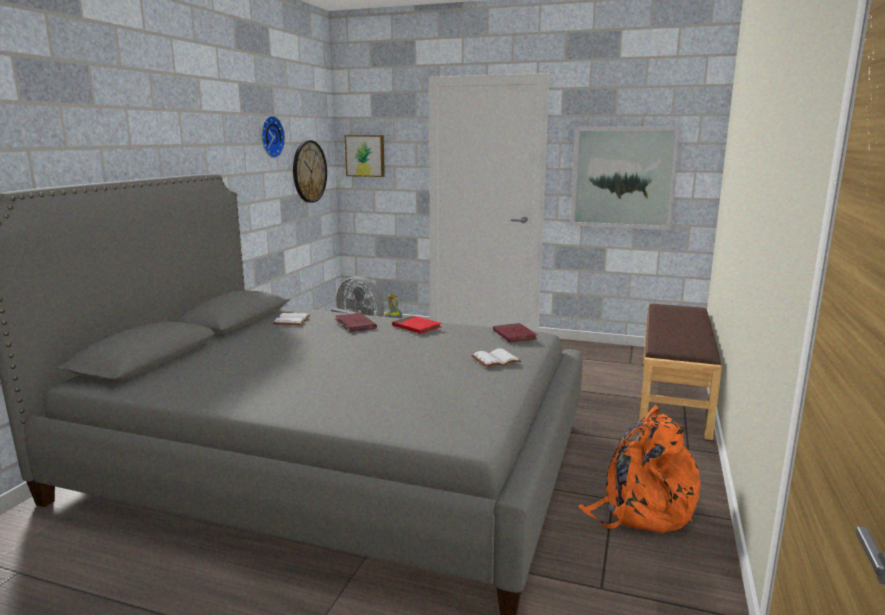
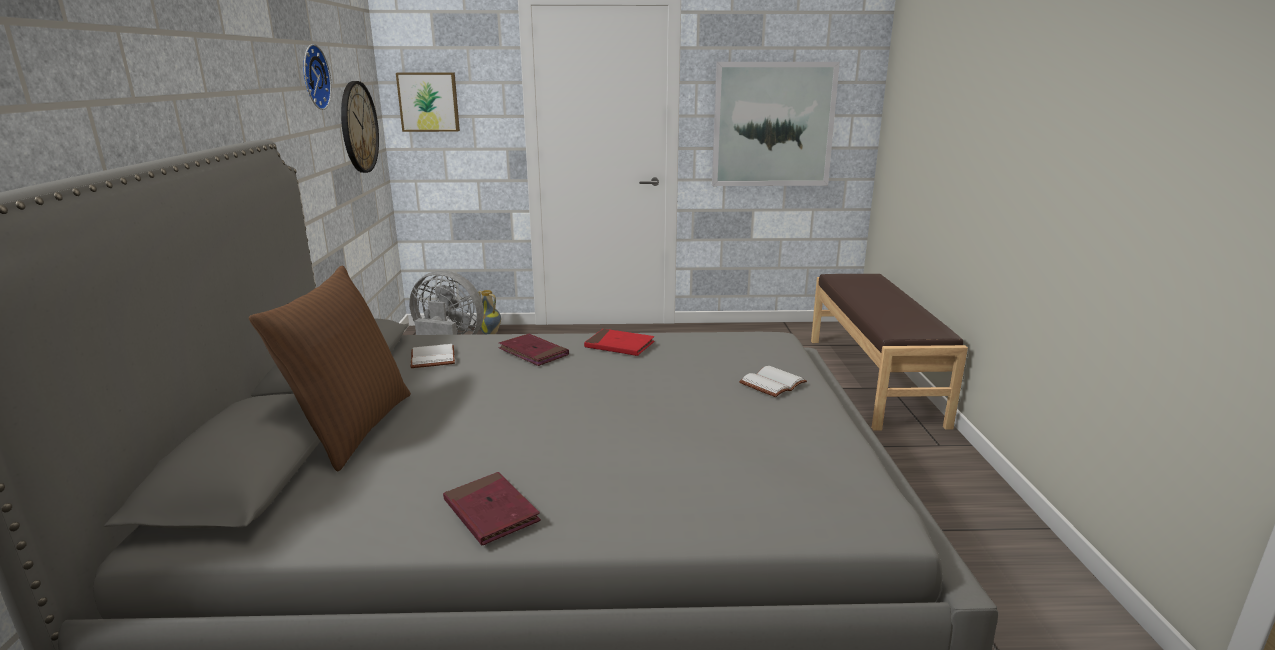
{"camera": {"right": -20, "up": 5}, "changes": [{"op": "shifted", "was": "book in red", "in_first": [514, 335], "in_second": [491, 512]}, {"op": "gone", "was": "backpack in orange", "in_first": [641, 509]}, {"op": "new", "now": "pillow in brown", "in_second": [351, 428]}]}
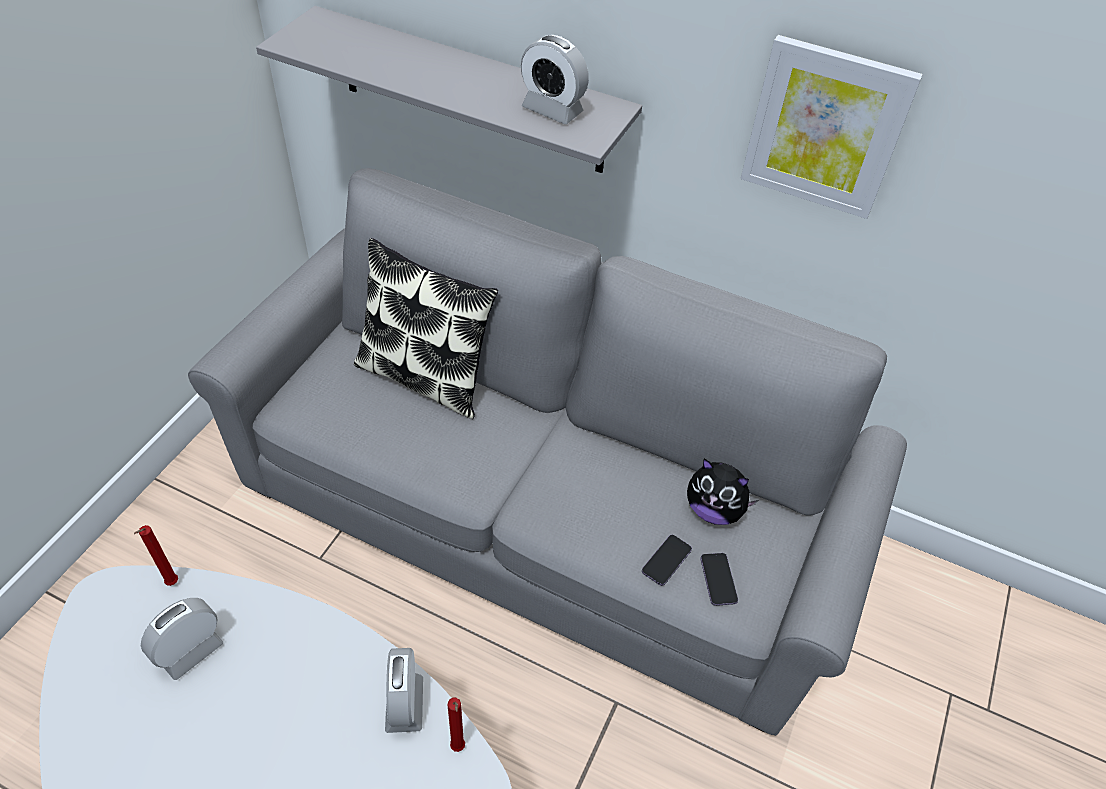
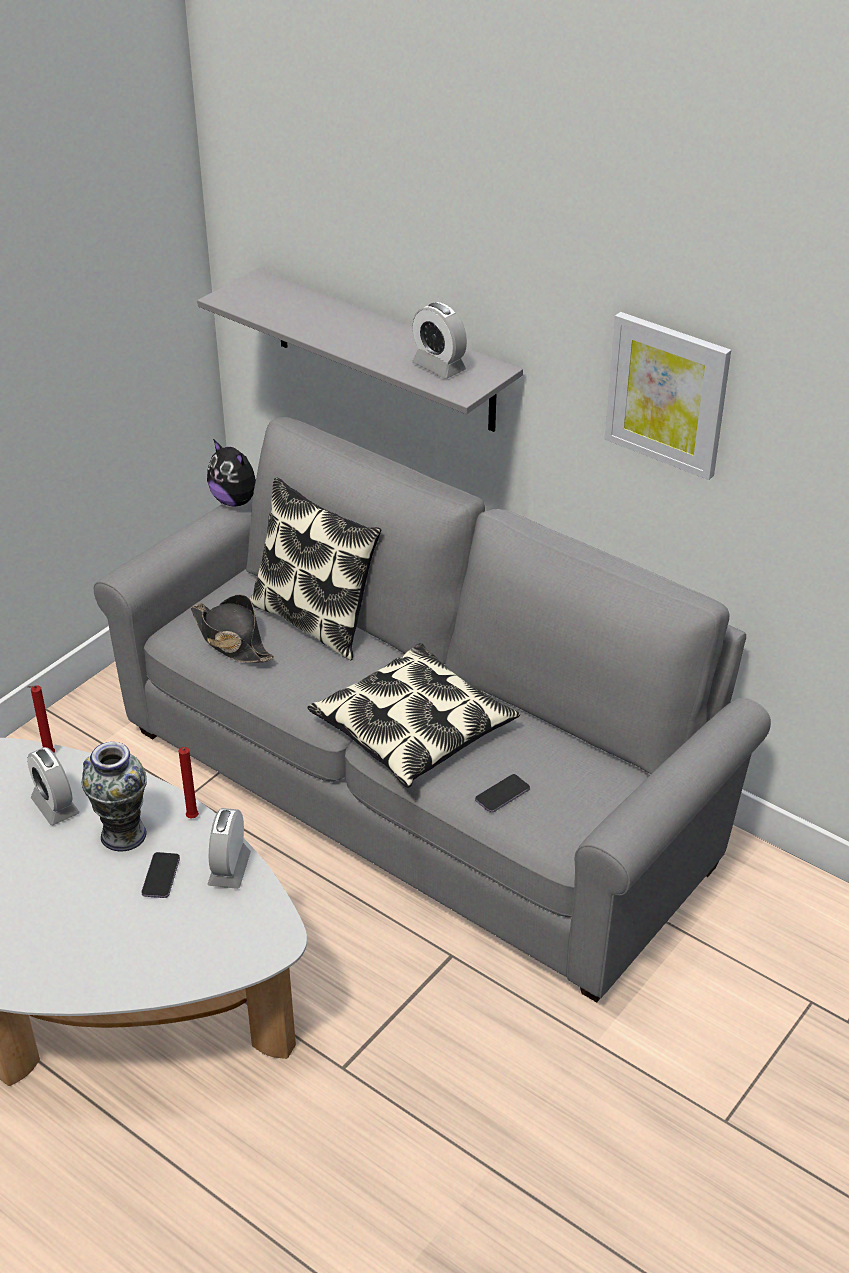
{"camera": {"right": 15, "up": -10}, "changes": [{"op": "shifted", "was": "plush toy", "in_first": [714, 510], "in_second": [236, 501]}, {"op": "shifted", "was": "phone", "in_first": [718, 580], "in_second": [161, 876]}, {"op": "rotated", "was": "alarm clock", "in_first": [190, 651], "in_second": [55, 806], "clockwise": -90}, {"op": "shifted", "was": "candle in red", "in_first": [458, 749], "in_second": [192, 819]}, {"op": "new", "now": "hat in black", "in_second": [231, 640]}, {"op": "new", "now": "pillow", "in_second": [413, 729]}, {"op": "new", "now": "vase", "in_second": [123, 835]}]}
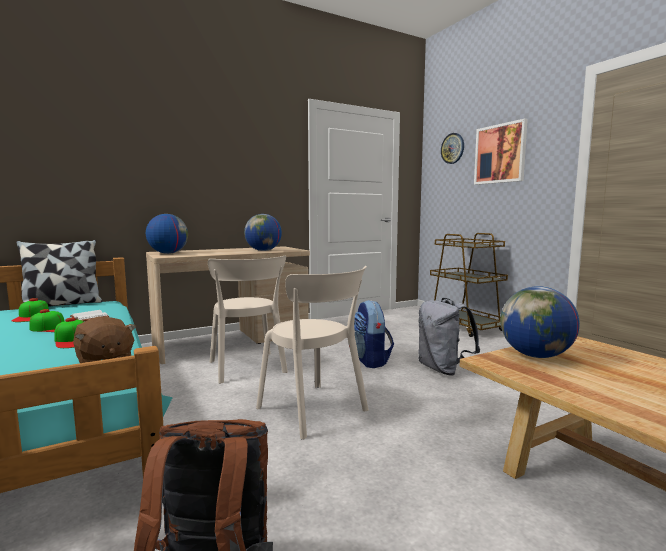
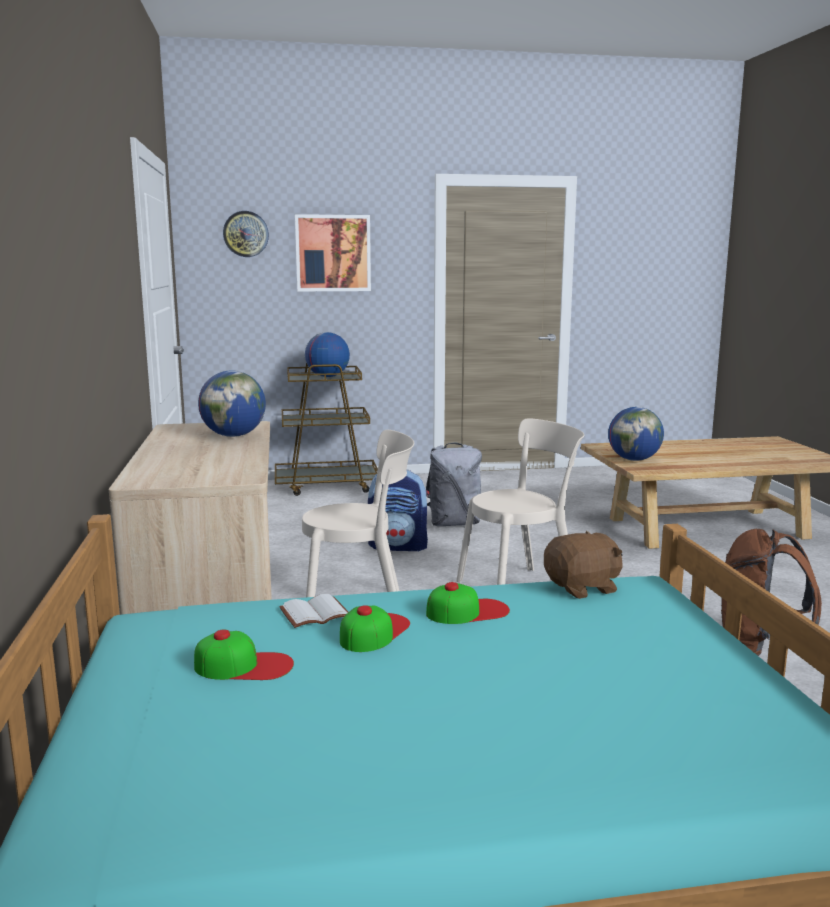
{"camera": {"right": -70, "up": 5}, "changes": [{"op": "shifted", "was": "globe", "in_first": [168, 253], "in_second": [327, 377]}, {"op": "gone", "was": "pillow", "in_first": [62, 304]}]}
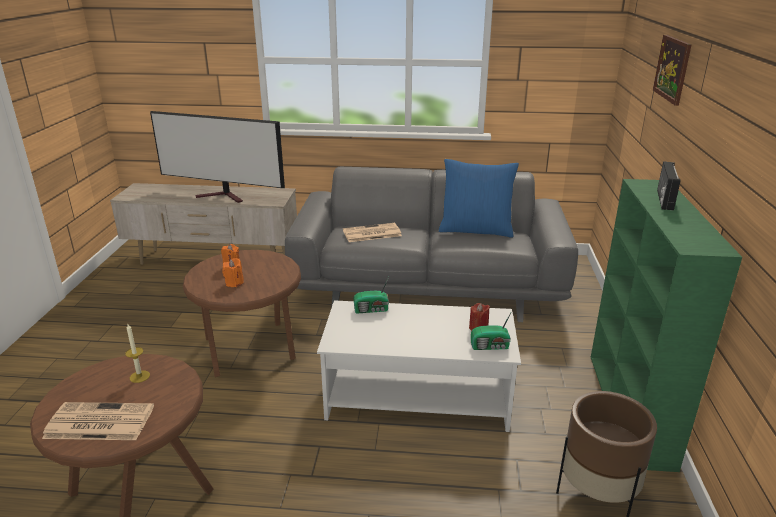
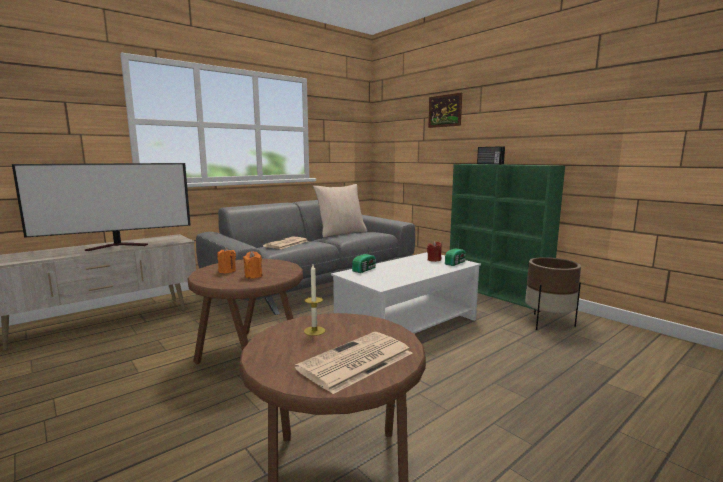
{"camera": {"right": -45, "up": -15}, "changes": [{"op": "repainted", "was": "pillow in blue", "now": "pillow in beige", "in_first": [476, 230], "in_second": [341, 233]}]}
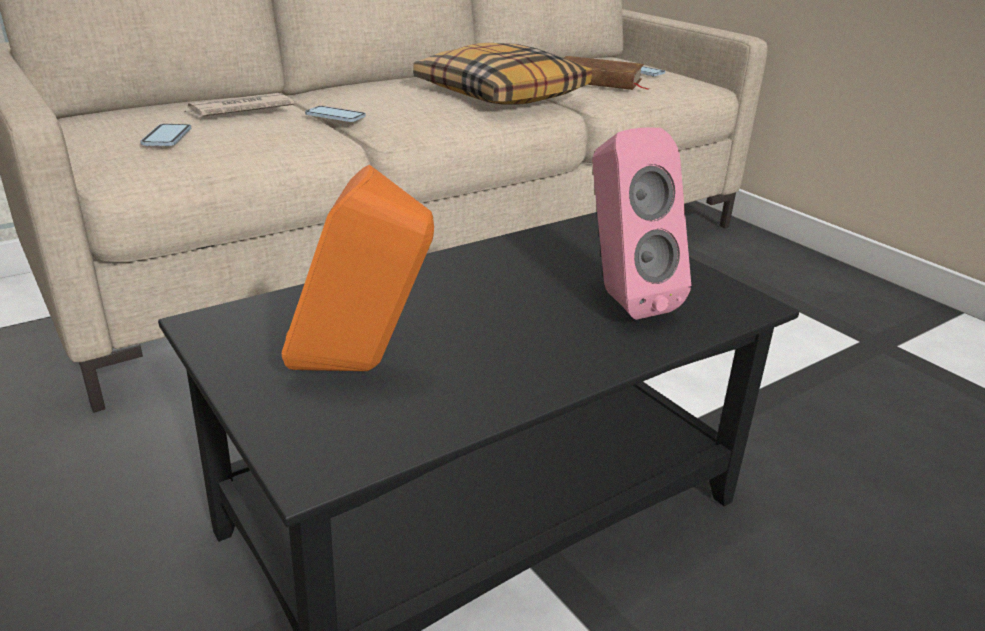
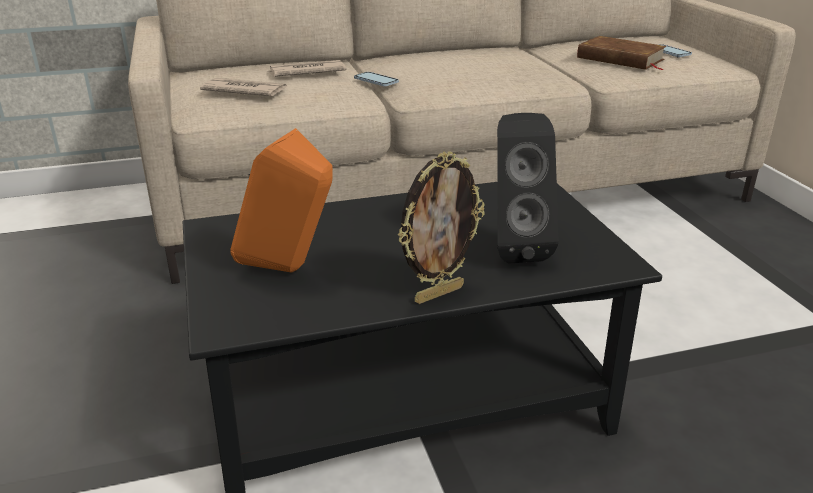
{"camera": {"right": 20, "up": 0}, "changes": [{"op": "gone", "was": "pillow", "in_first": [501, 94]}, {"op": "swapped", "was": "phone", "now": "newspaper", "in_first": [167, 137], "in_second": [244, 91]}, {"op": "repainted", "was": "speaker in pink", "now": "speaker in black", "in_first": [622, 300], "in_second": [514, 248]}, {"op": "new", "now": "picture frame", "in_second": [438, 293]}]}
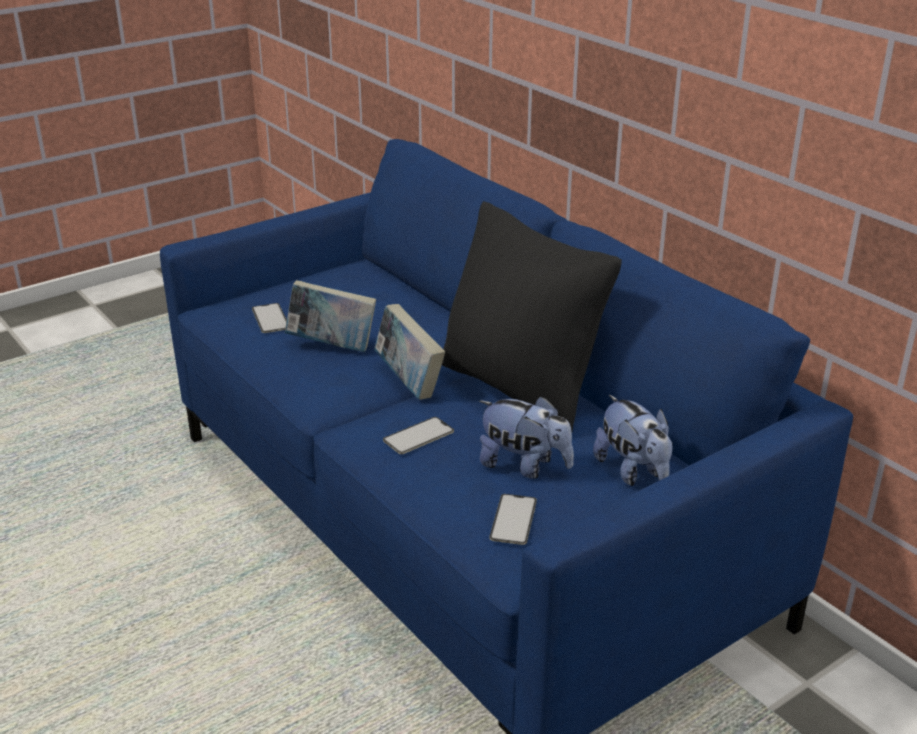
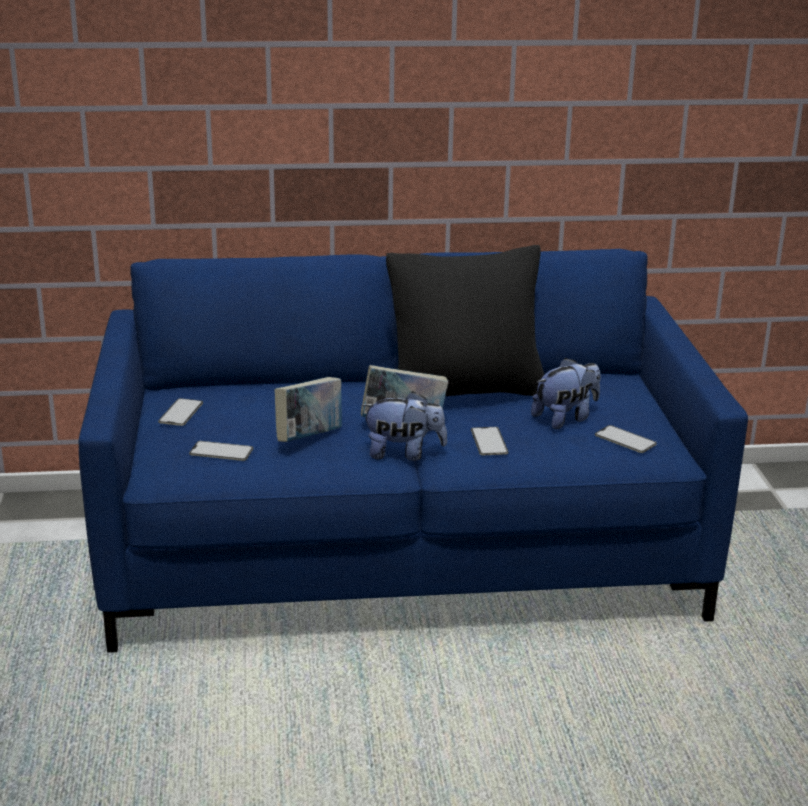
{"camera": {"right": -60, "up": -5}, "changes": [{"op": "shifted", "was": "plush toy", "in_first": [633, 472], "in_second": [403, 453]}, {"op": "new", "now": "phone", "in_second": [181, 412]}]}
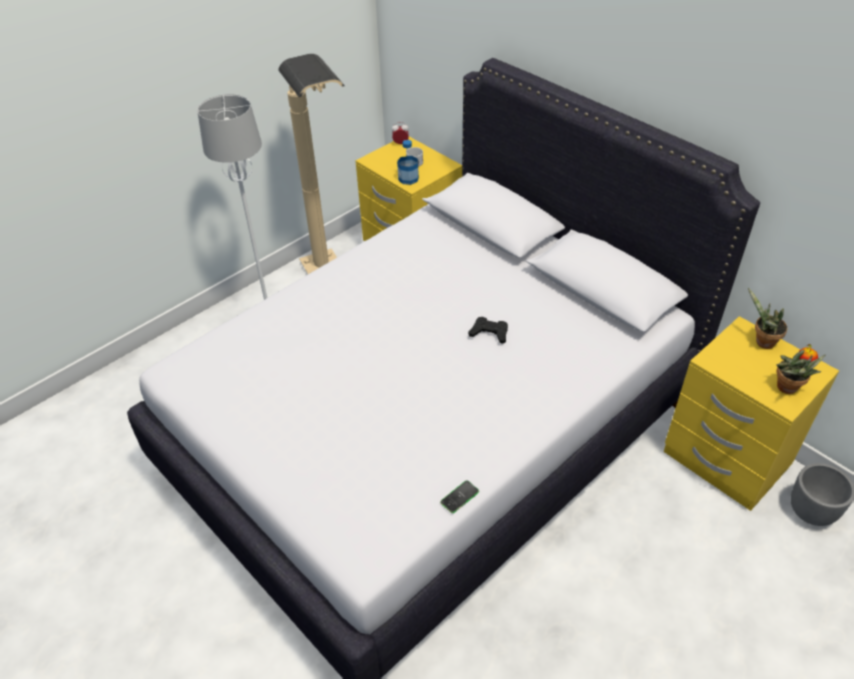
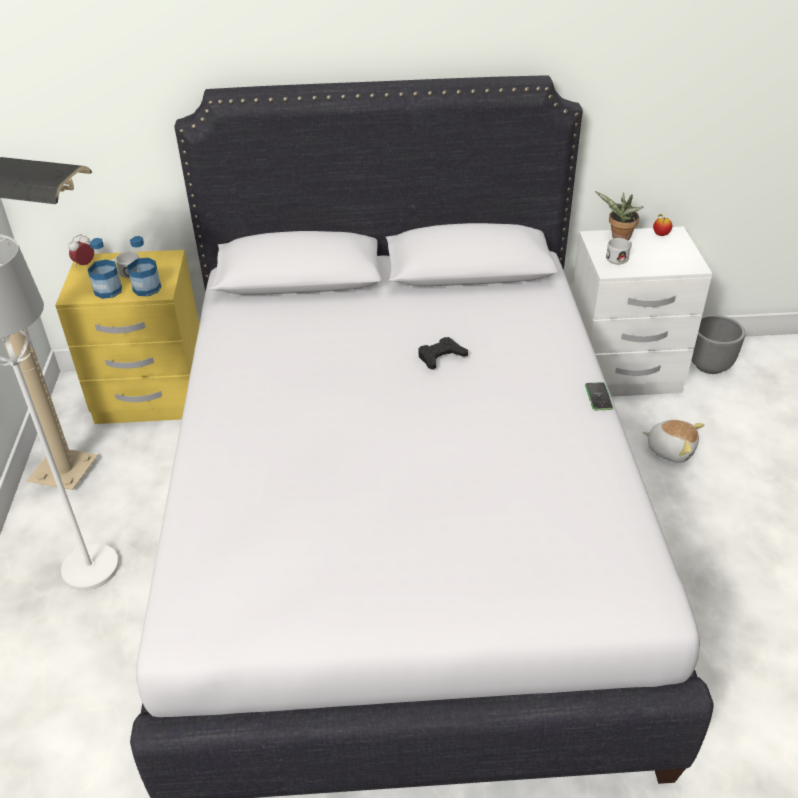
{"camera": {"right": -50, "up": -5}, "changes": [{"op": "repainted", "was": "nightstand in yellow", "now": "nightstand in white", "in_first": [725, 459], "in_second": [621, 372]}, {"op": "gone", "was": "potted plant", "in_first": [788, 389]}, {"op": "shifted", "was": "phone", "in_first": [459, 497], "in_second": [598, 397]}, {"op": "new", "now": "bottle", "in_second": [108, 291]}, {"op": "new", "now": "mug in white", "in_second": [619, 258]}, {"op": "new", "now": "plush toy", "in_second": [670, 449]}]}
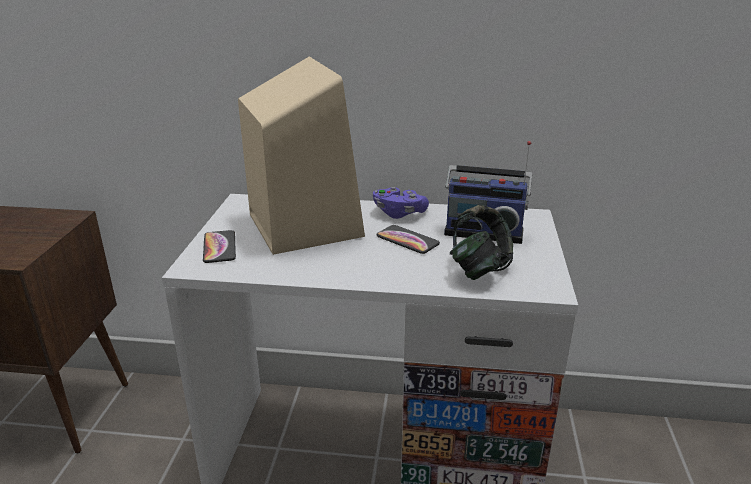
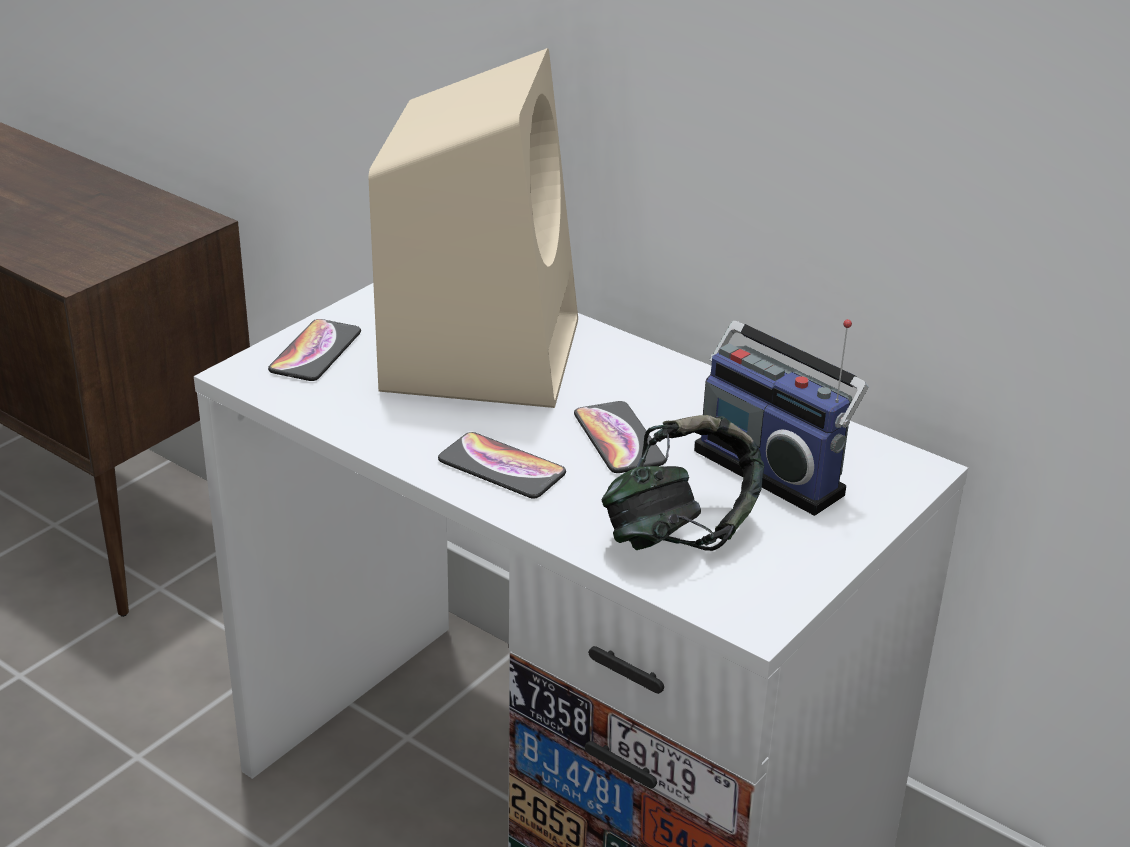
{"camera": {"right": 30, "up": 5}, "changes": [{"op": "gone", "was": "game controller in purple", "in_first": [399, 213]}, {"op": "new", "now": "phone", "in_second": [501, 467]}]}
